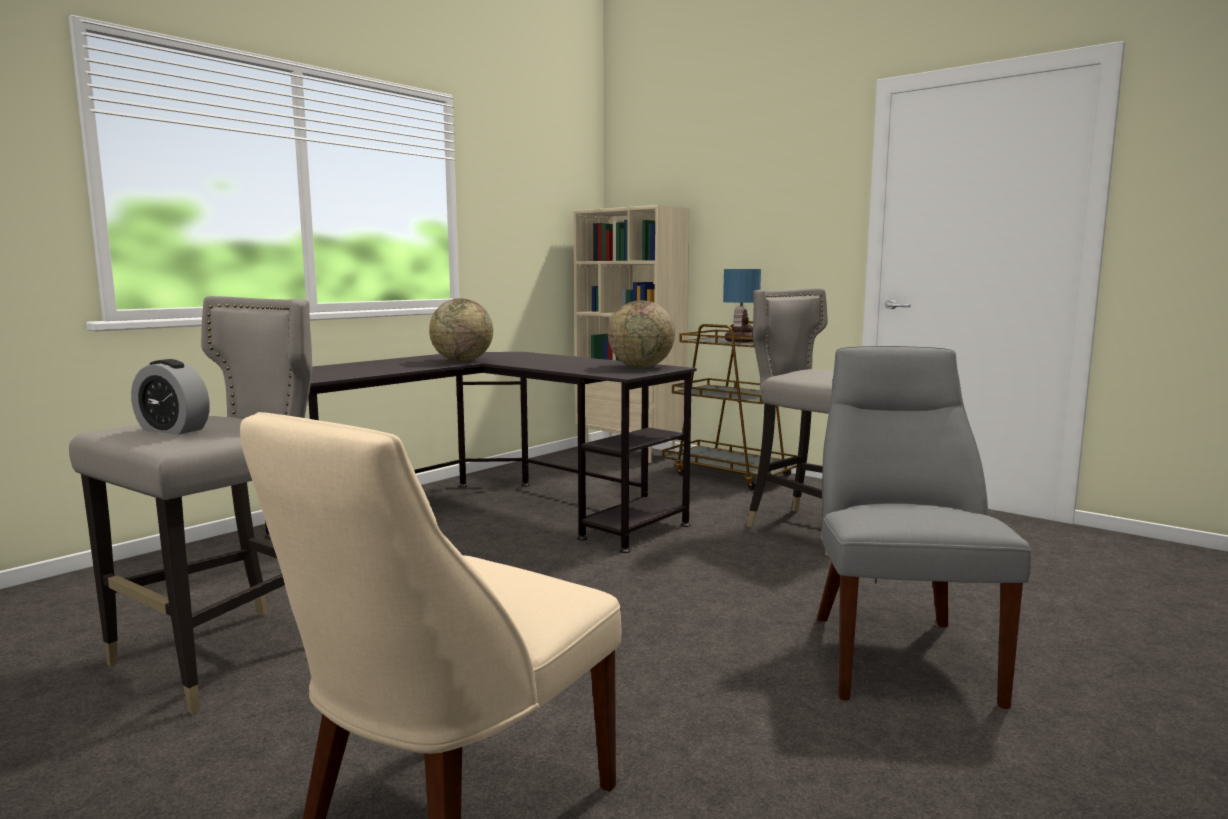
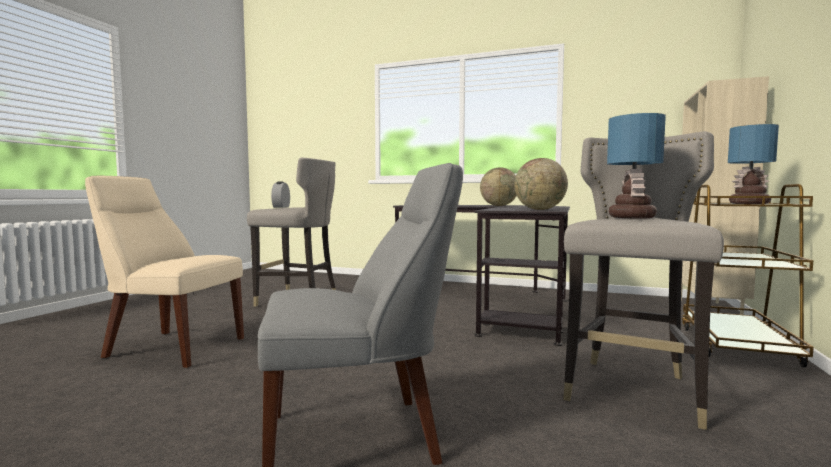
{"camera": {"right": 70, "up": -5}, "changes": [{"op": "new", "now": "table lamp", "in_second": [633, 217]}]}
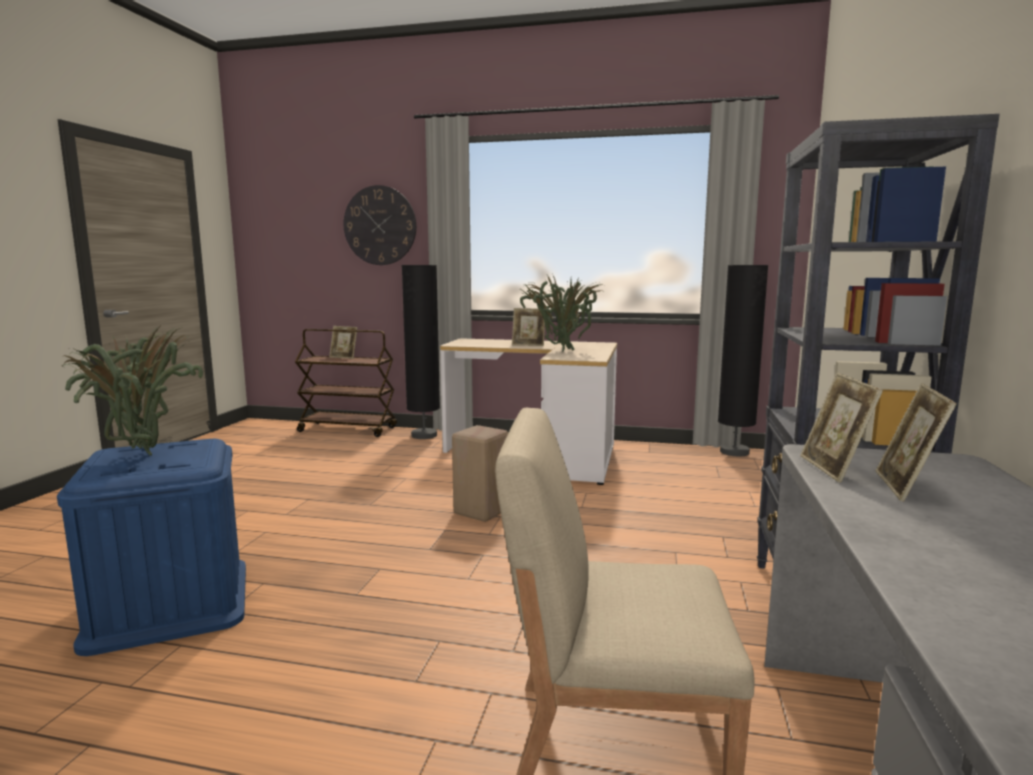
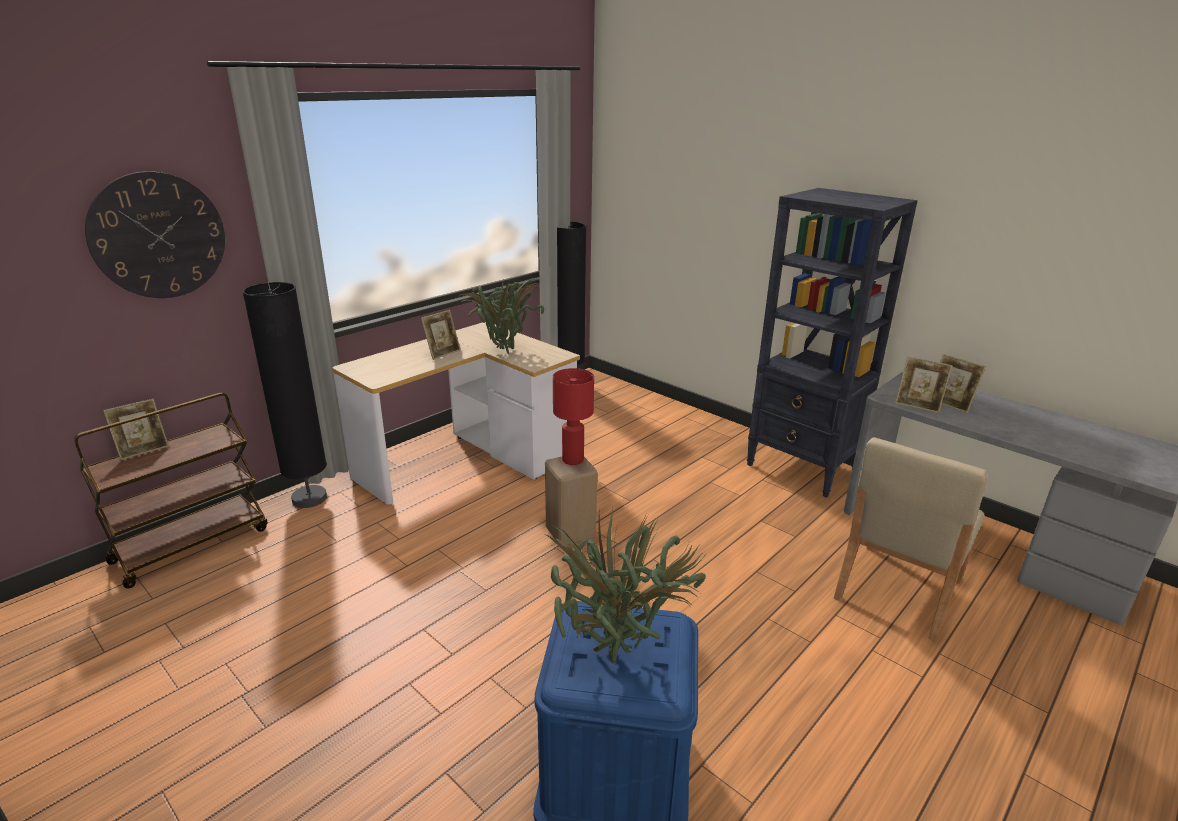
{"camera": {"right": -60, "up": 15}, "changes": [{"op": "new", "now": "table lamp in red", "in_second": [573, 460]}]}
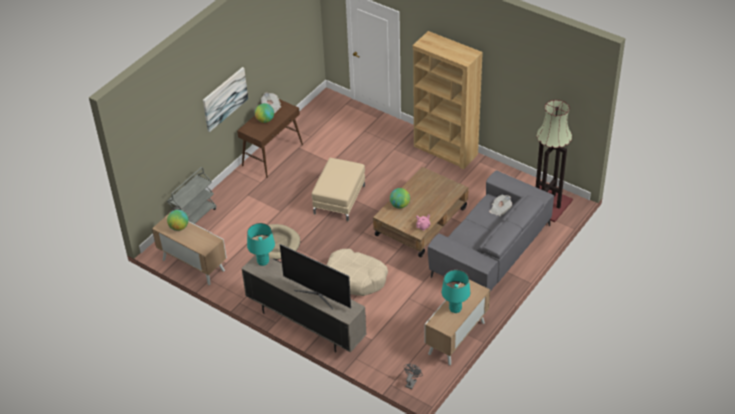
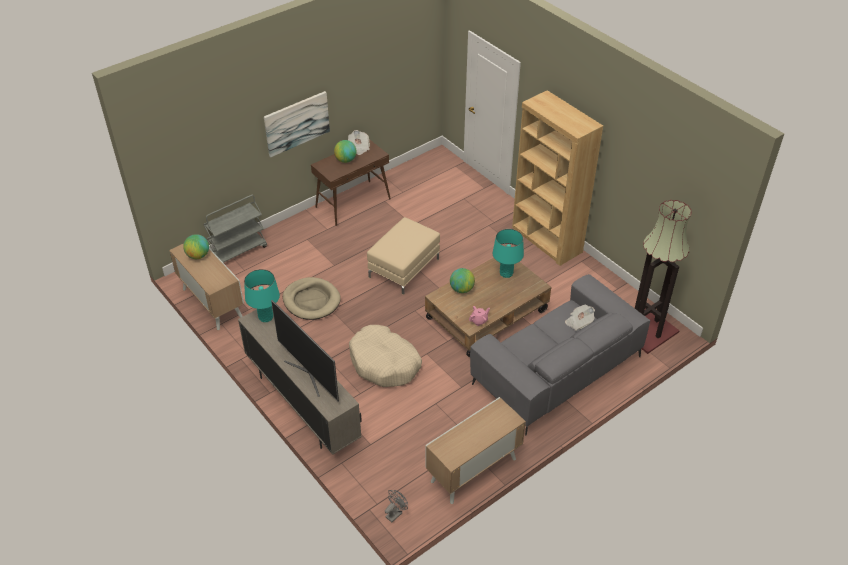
{"camera": {"right": 15, "up": 0}, "changes": [{"op": "shifted", "was": "table lamp in turquoise", "in_first": [455, 309], "in_second": [506, 273]}]}
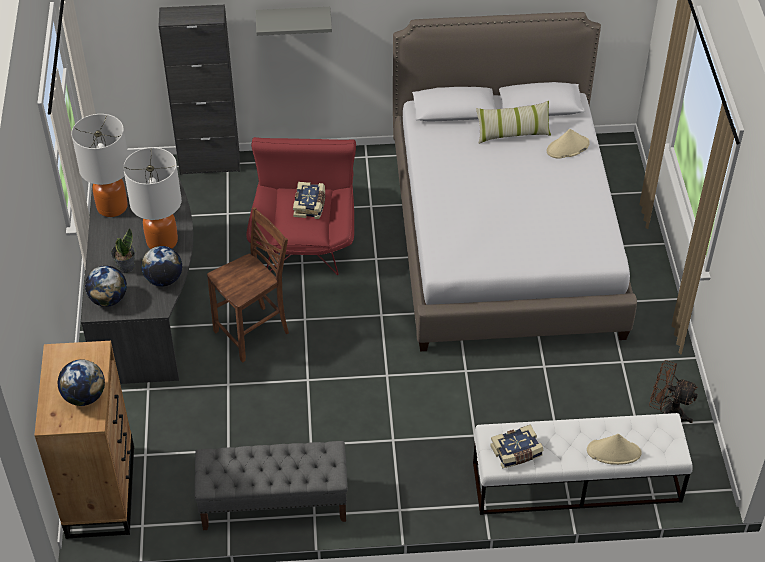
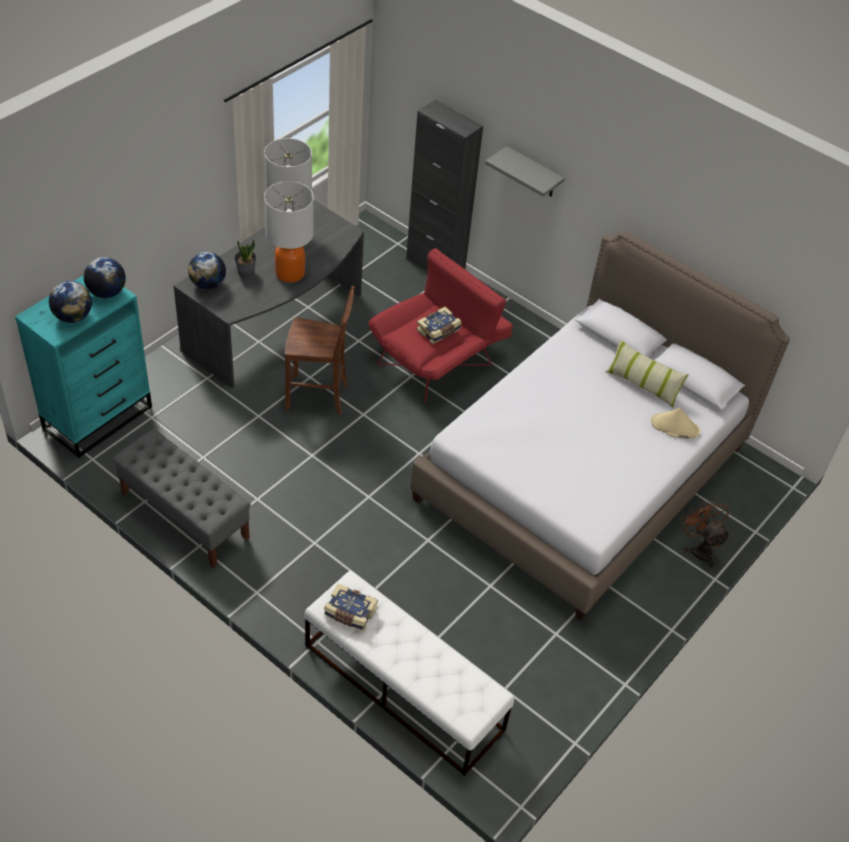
{"camera": {"right": 40, "up": 0}, "changes": [{"op": "shifted", "was": "globe", "in_first": [163, 279], "in_second": [107, 292]}, {"op": "repainted", "was": "dresser in brown", "now": "dresser in turquoise", "in_first": [101, 490], "in_second": [98, 417]}, {"op": "shifted", "was": "fan in brown", "in_first": [667, 413], "in_second": [699, 548]}, {"op": "gone", "was": "hat in beige", "in_first": [614, 452]}]}
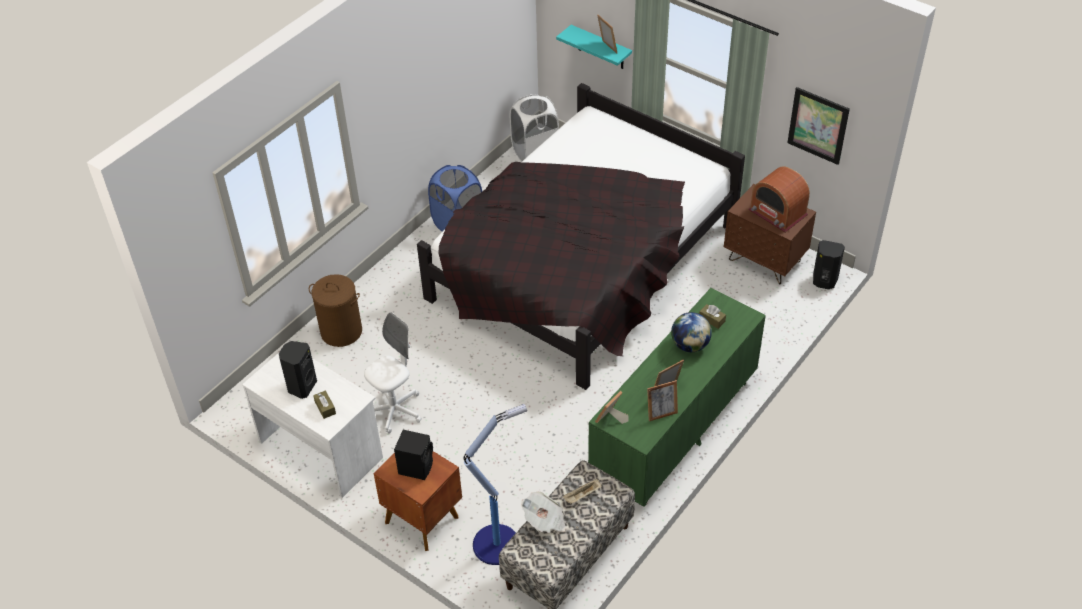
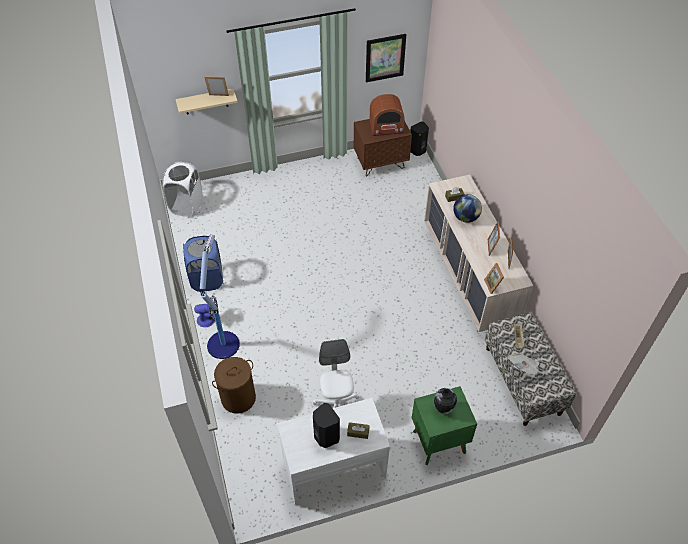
{"camera": {"right": -55, "up": 5}, "changes": [{"op": "repainted", "was": "shelf in turquoise", "now": "shelf in beige", "in_first": [601, 48], "in_second": [206, 101]}, {"op": "gone", "was": "bed in black", "in_first": [583, 264]}, {"op": "repainted", "was": "dresser in green", "now": "dresser in beige", "in_first": [674, 430], "in_second": [468, 276]}, {"op": "shifted", "was": "floor lamp", "in_first": [498, 543], "in_second": [223, 343]}, {"op": "swapped", "was": "speaker in black", "now": "vase", "in_first": [416, 466], "in_second": [442, 409]}, {"op": "repainted", "was": "nightstand in brown", "now": "nightstand in green", "in_first": [422, 518], "in_second": [438, 441]}, {"op": "new", "now": "fan", "in_second": [209, 319]}]}
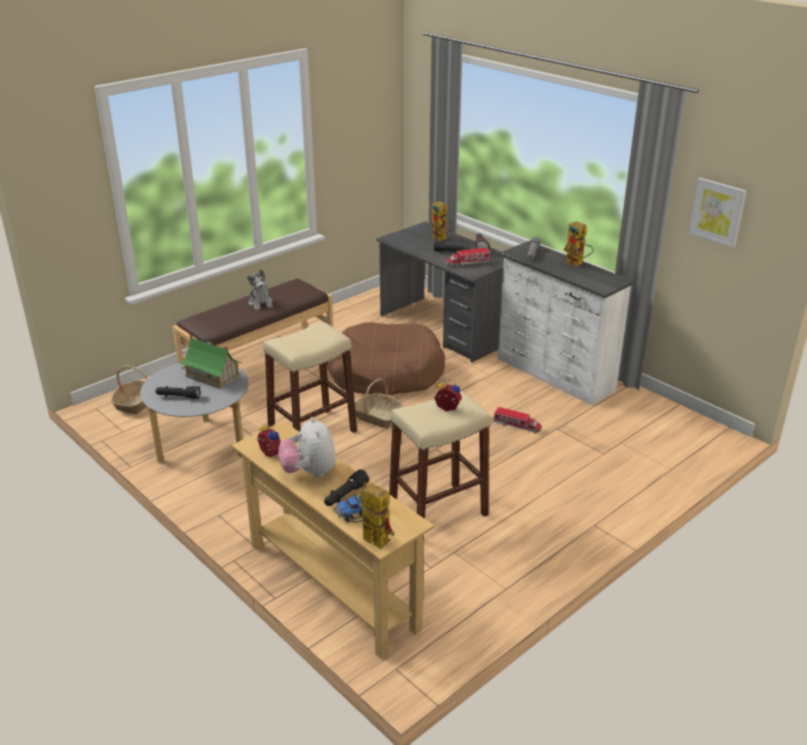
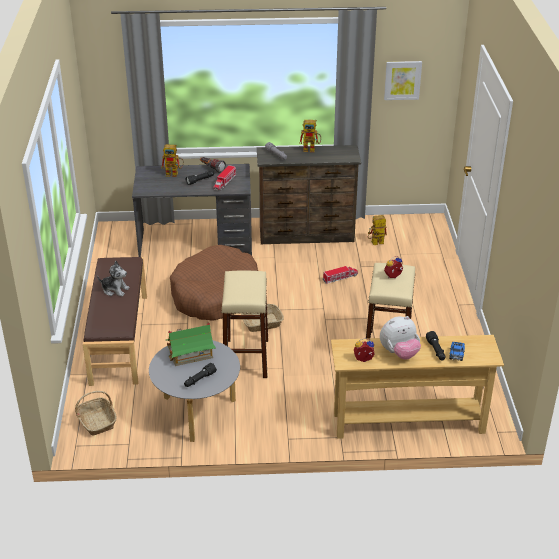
{"camera": {"right": -50, "up": 5}, "changes": [{"op": "repainted", "was": "dresser in white", "now": "dresser in brown", "in_first": [554, 375], "in_second": [307, 235]}, {"op": "rotated", "was": "plush toy", "in_first": [309, 472], "in_second": [399, 353], "clockwise": -45}, {"op": "shifted", "was": "toy robot", "in_first": [370, 539], "in_second": [375, 243]}]}
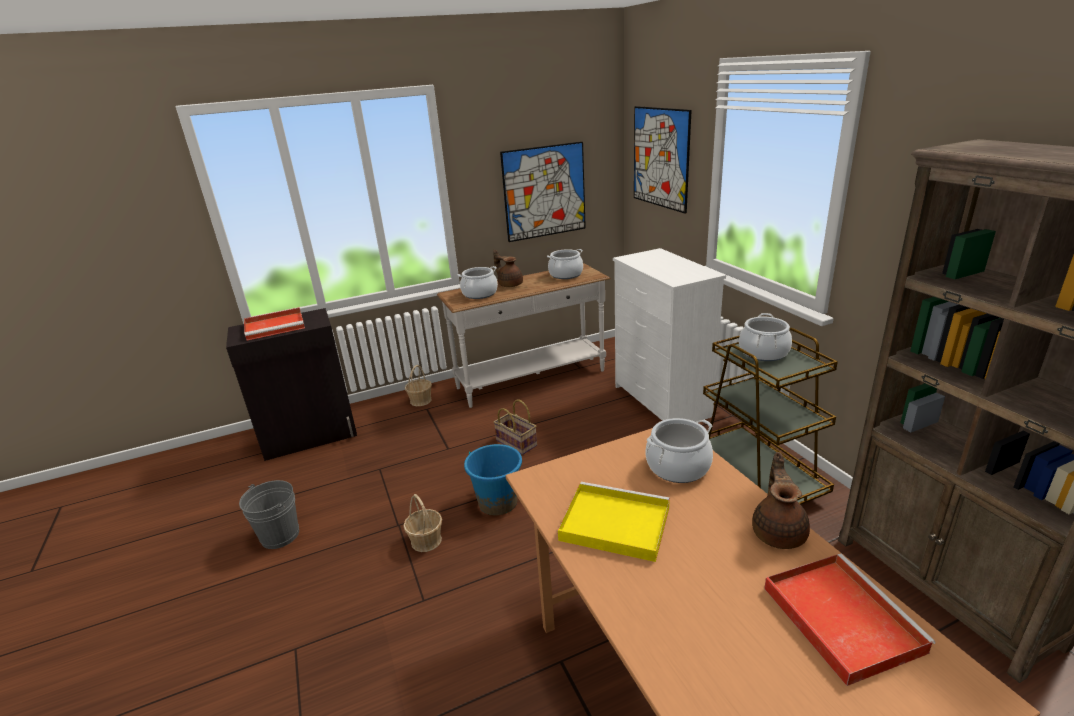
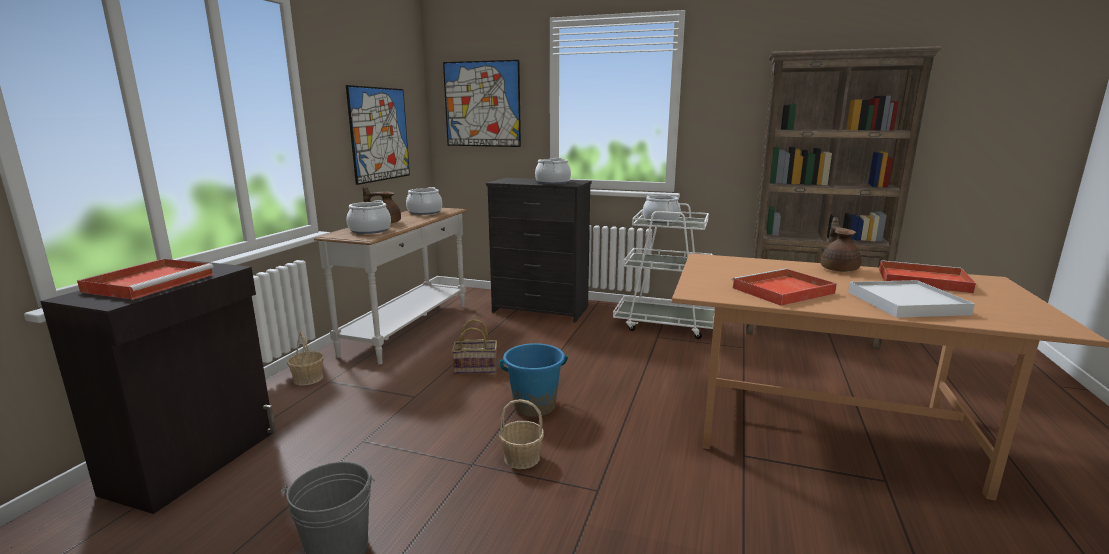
{"camera": {"right": -50, "up": -10}, "changes": [{"op": "repainted", "was": "dresser in white", "now": "dresser in black", "in_first": [661, 401], "in_second": [541, 310]}, {"op": "repainted", "was": "cart in brown", "now": "cart in white", "in_first": [757, 478], "in_second": [665, 324]}, {"op": "shifted", "was": "cooking pot", "in_first": [678, 467], "in_second": [553, 182]}, {"op": "rotated", "was": "teapot in brown", "in_first": [778, 532], "in_second": [838, 269], "clockwise": 45}, {"op": "repainted", "was": "tray in yellow", "now": "tray in red", "in_first": [612, 524], "in_second": [781, 291]}, {"op": "new", "now": "tray in white", "in_second": [906, 303]}]}
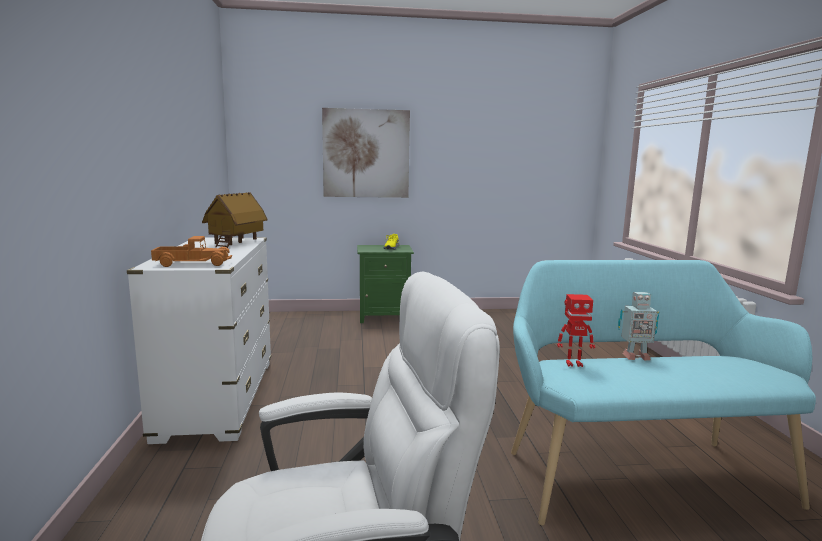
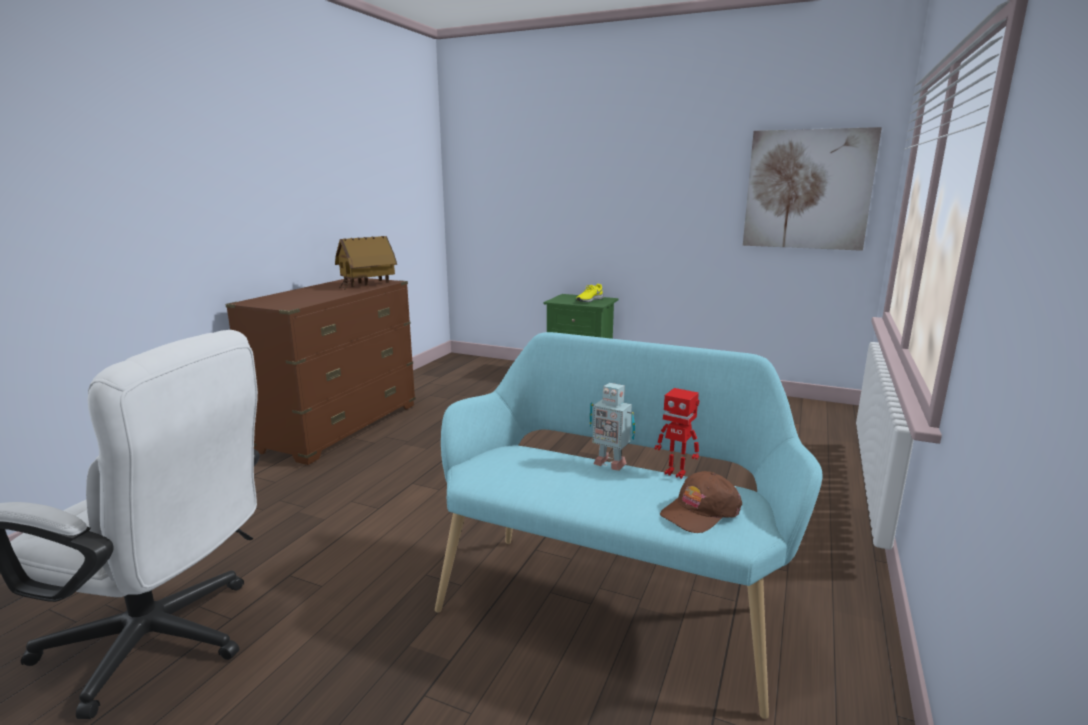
{"camera": {"right": 30, "up": 5}, "changes": [{"op": "shifted", "was": "picture", "in_first": [366, 153], "in_second": [807, 190]}, {"op": "gone", "was": "toy truck", "in_first": [193, 263]}, {"op": "repainted", "was": "dresser in white", "now": "dresser in brown", "in_first": [218, 398], "in_second": [340, 427]}, {"op": "shifted", "was": "toy robot", "in_first": [573, 364], "in_second": [675, 473]}, {"op": "new", "now": "cap in brown", "in_second": [700, 512]}]}
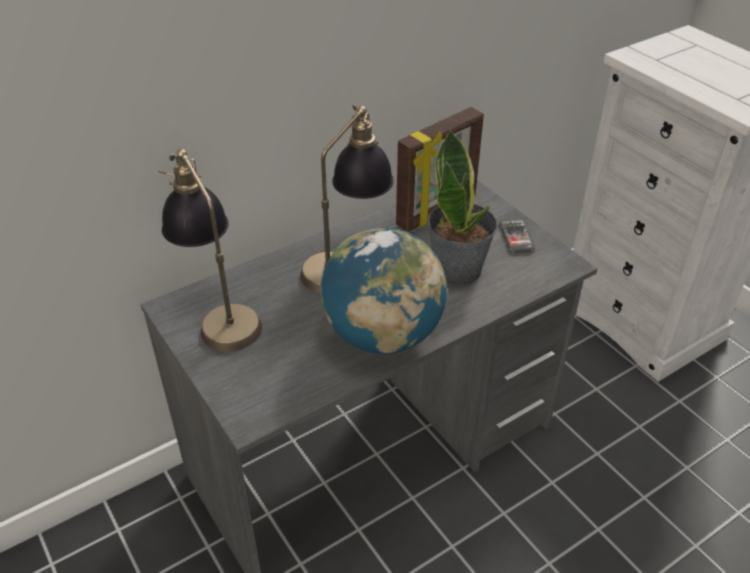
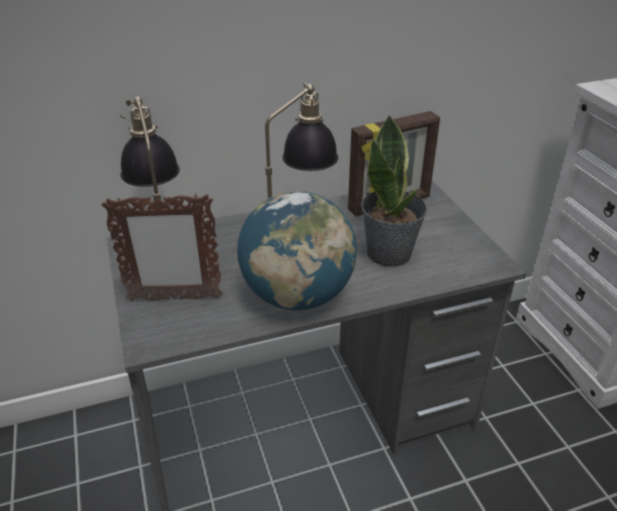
{"camera": {"right": 15, "up": -5}, "changes": [{"op": "gone", "was": "phone", "in_first": [516, 236]}, {"op": "new", "now": "picture frame", "in_second": [174, 298]}]}
